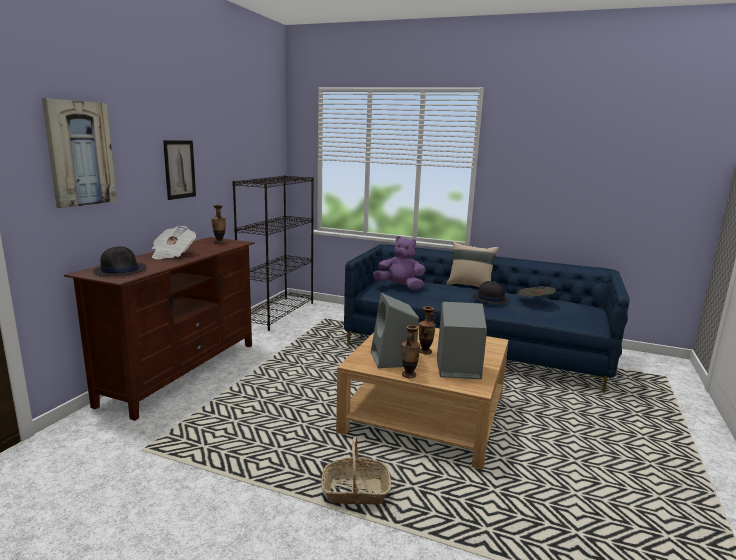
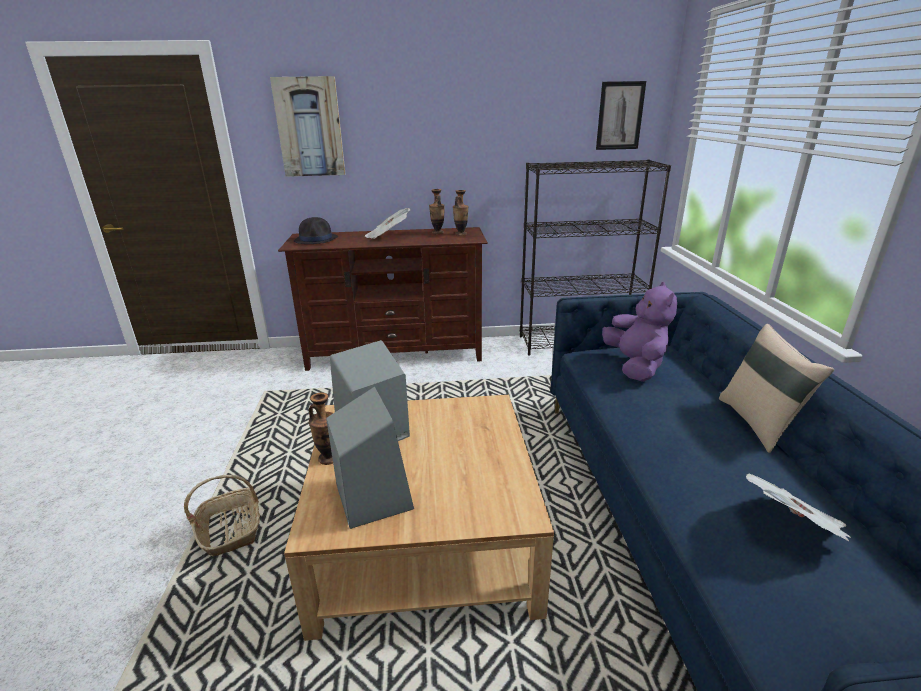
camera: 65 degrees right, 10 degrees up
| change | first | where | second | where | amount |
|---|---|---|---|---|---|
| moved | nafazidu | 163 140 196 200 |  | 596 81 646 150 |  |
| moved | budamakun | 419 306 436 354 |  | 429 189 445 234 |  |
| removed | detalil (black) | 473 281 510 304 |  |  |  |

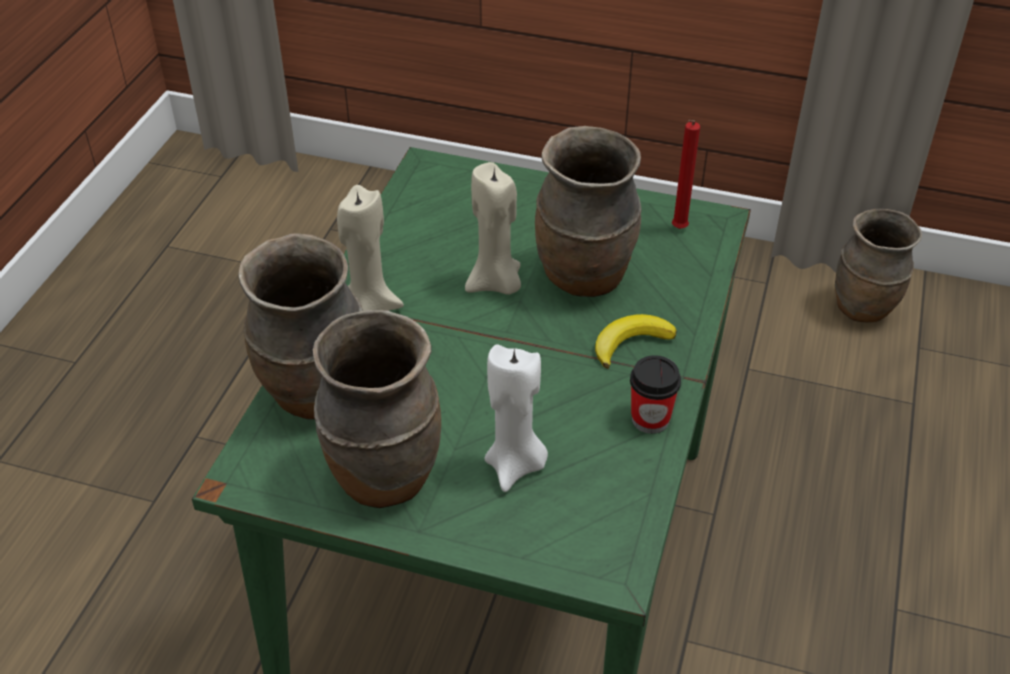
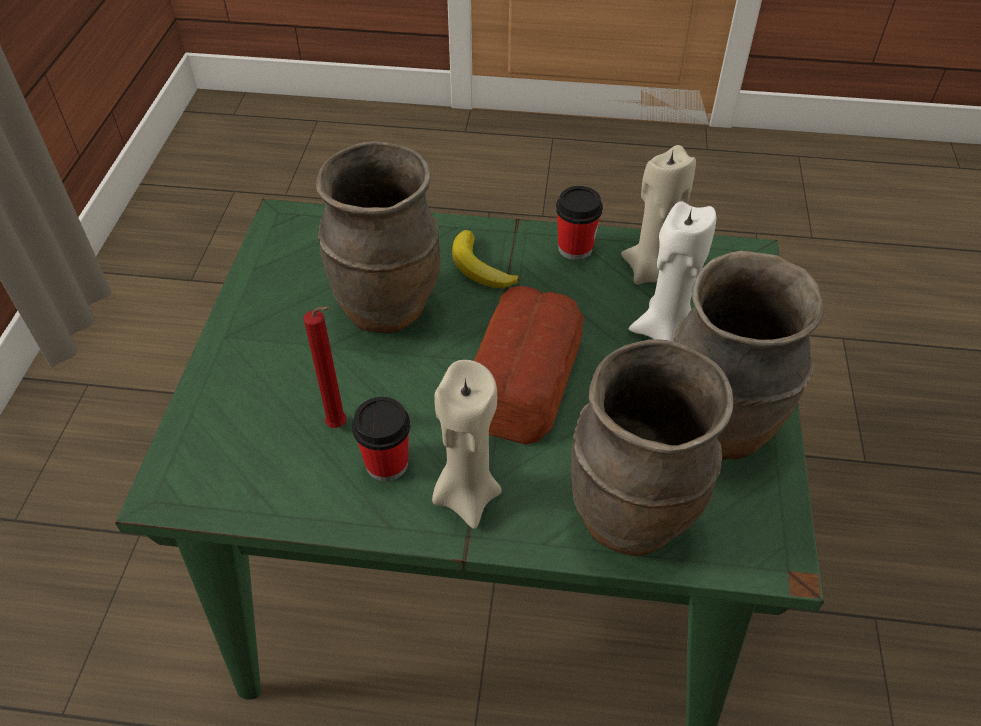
camera: 100 degrees left, 5 degrees up
| change | first | where | second | where | amount |
|---|---|---|---|---|---|
| moved | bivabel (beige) | 465 162 521 295 |  | 621 145 696 285 |  |
| moved | bivabel (red) | 672 120 700 229 |  | 303 306 347 428 |  |
| removed | budamakun (brown) | 835 209 922 323 |  |  |  |
| added |  |  | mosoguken | 352 397 410 481 |  |
| added |  |  | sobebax | 474 286 584 445 |  |

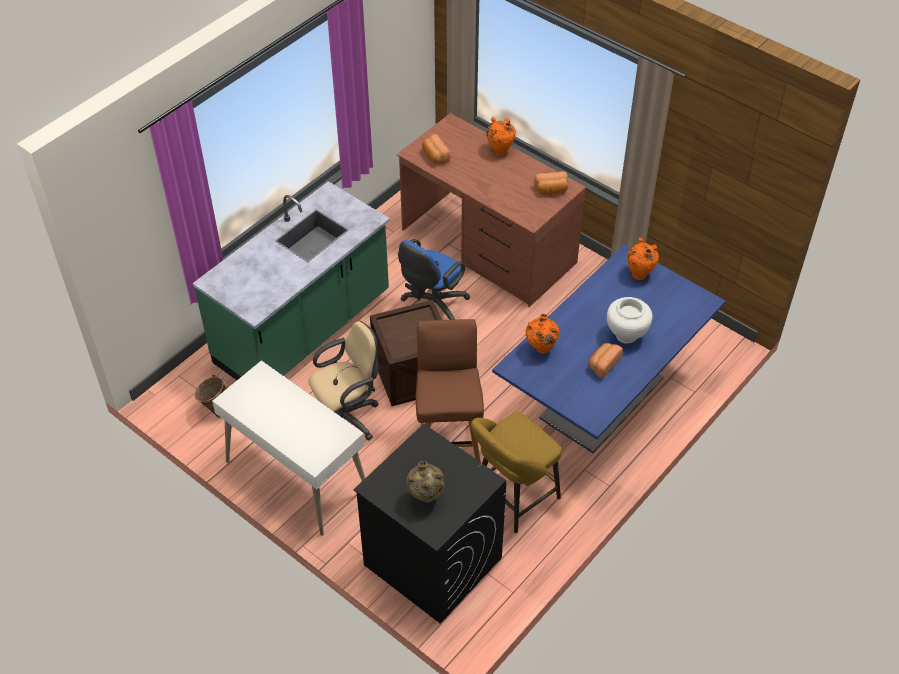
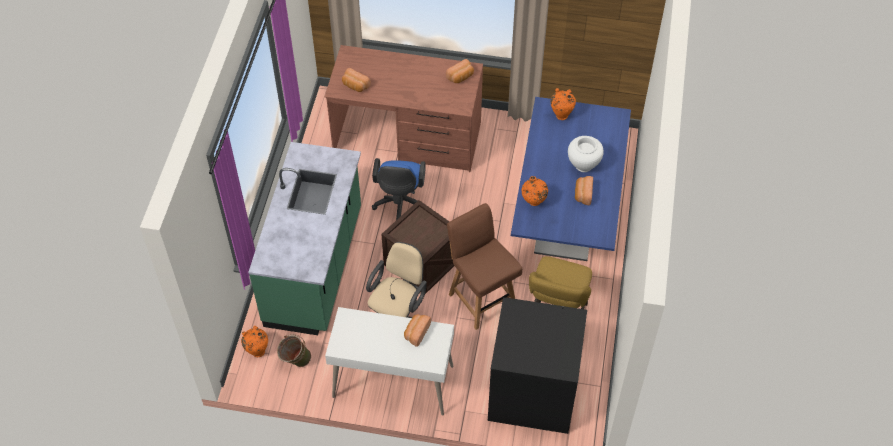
camera: 30 degrees left, 5 degrees up
| change | first | where | second | where | amount |
|---|---|---|---|---|---|
| removed | budamakun (beige) | 406 461 444 503 |  |  |  |
| moved | budamakun (orange) | 487 117 516 156 |  | 241 326 268 357 |  |
| added |  |  | sobebax | 404 314 431 347 |  |

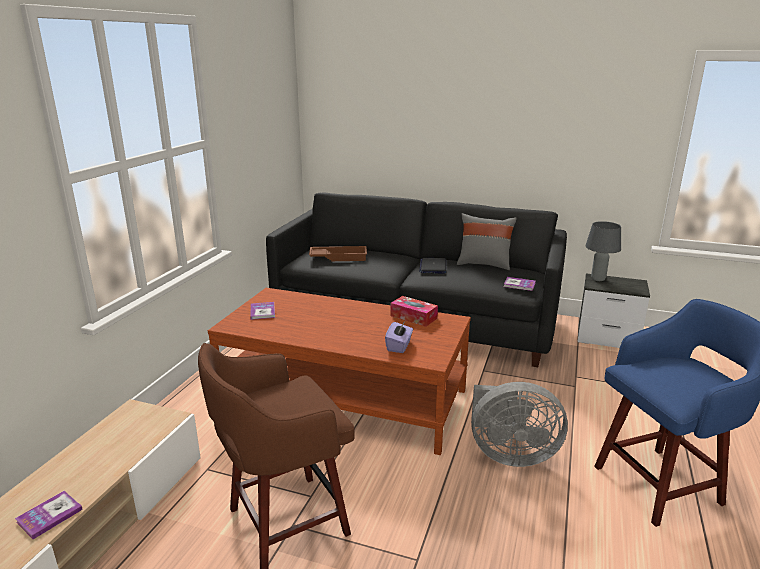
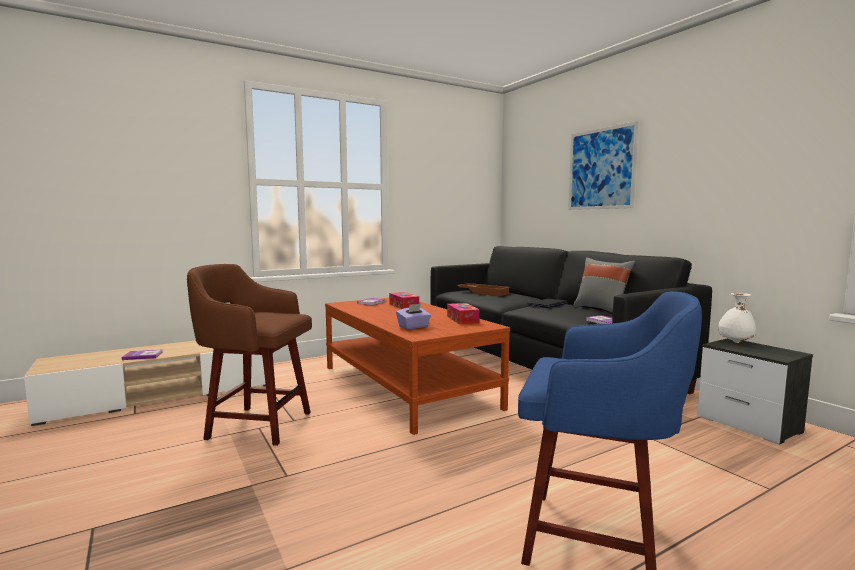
camera: 40 degrees right, 15 degrees down
| change | first | where | second | where | amount |
|---|---|---|---|---|---|
| removed | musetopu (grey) | 471 382 568 467 |  |  |  |
| replaced | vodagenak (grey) | 585 221 621 281 | budamakun (white) | 718 293 756 343 |  |
| added |  |  | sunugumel | 389 292 419 309 |  |
| added |  |  | nafazidu | 568 121 639 210 |  |

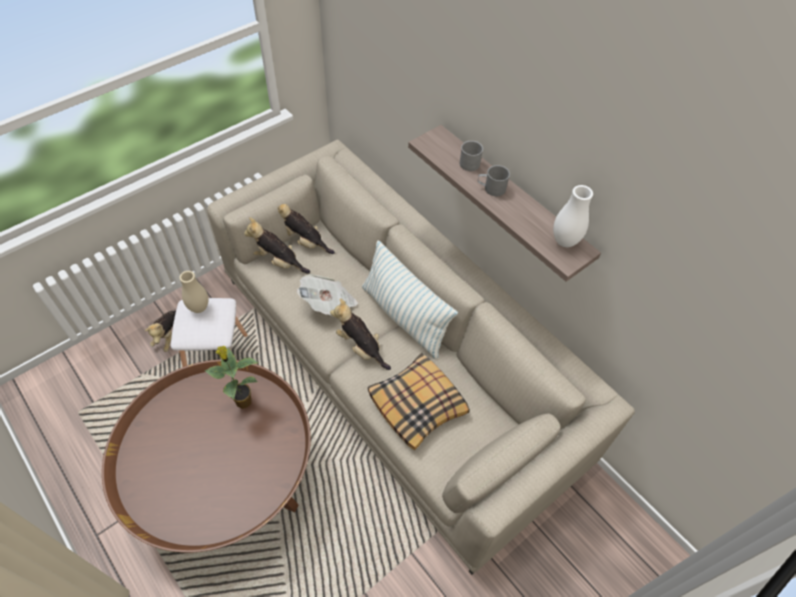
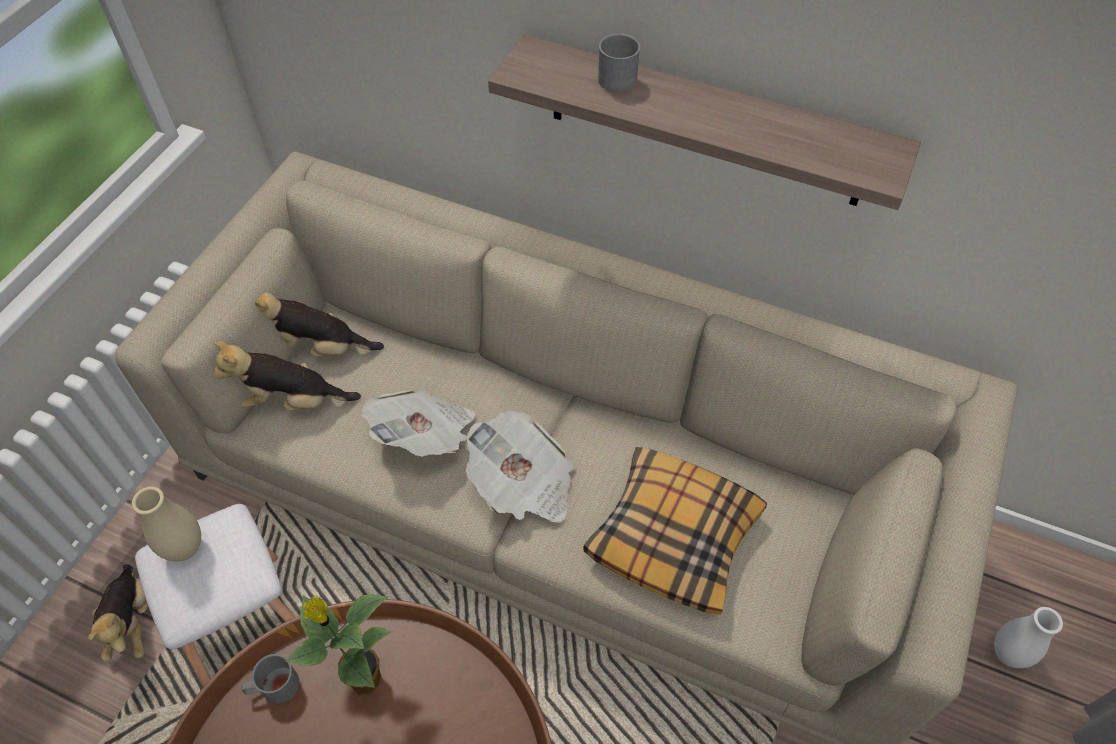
camera: 25 degrees left, 0 degrees up
| change | first | where | second | where | amount |
|---|---|---|---|---|---|
| replaced | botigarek | 330 298 391 370 | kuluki | 466 411 574 523 |  |
| removed | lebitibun | 362 241 458 359 |  |  |  |
| moved | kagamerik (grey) | 478 165 510 196 |  | 241 654 299 704 |  |
| moved | budamakun (white) | 553 185 593 247 |  | 994 607 1063 668 |  |

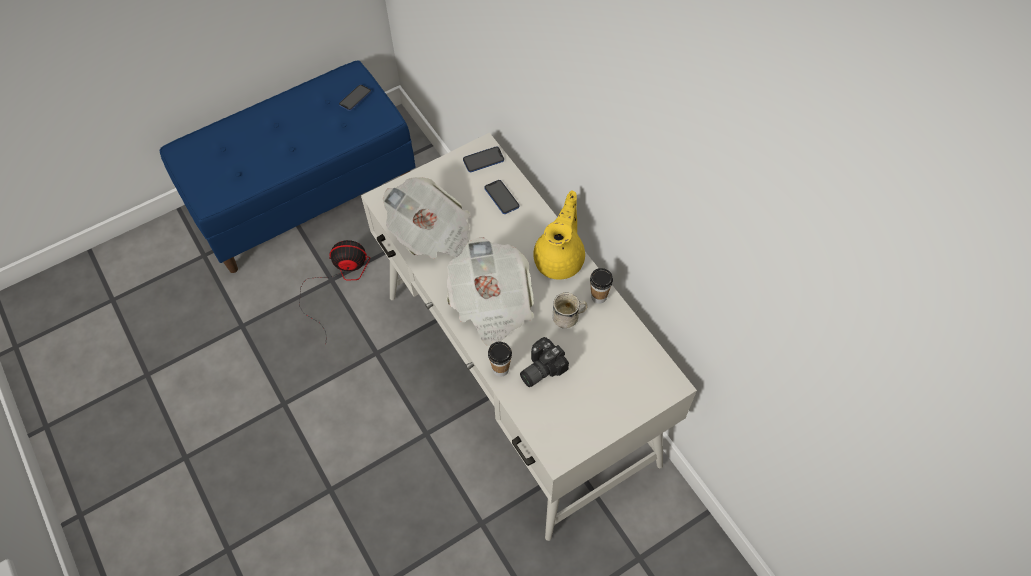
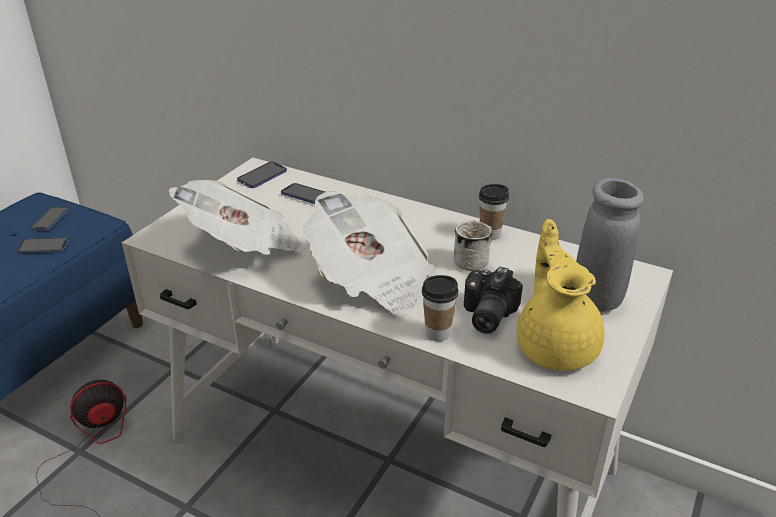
camera: 30 degrees left, 25 degrees down
| change | first | where | second | where | amount |
|---|---|---|---|---|---|
| moved | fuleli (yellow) | 533 190 585 279 |  | 517 219 605 371 |  |
| added |  |  | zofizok | 18 237 69 254 |  |
| added |  |  | budamakun (grey) | 576 178 644 312 |  |

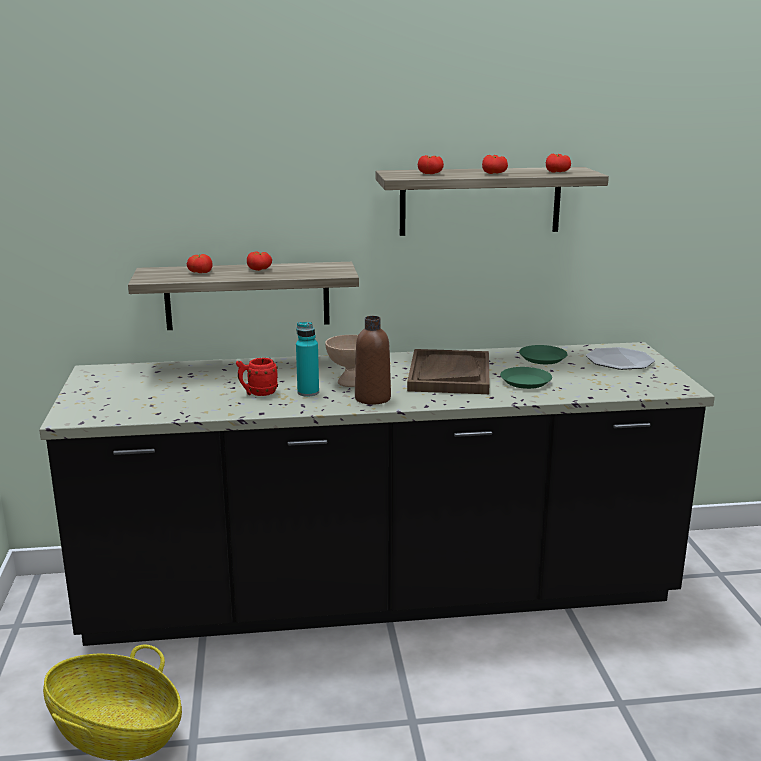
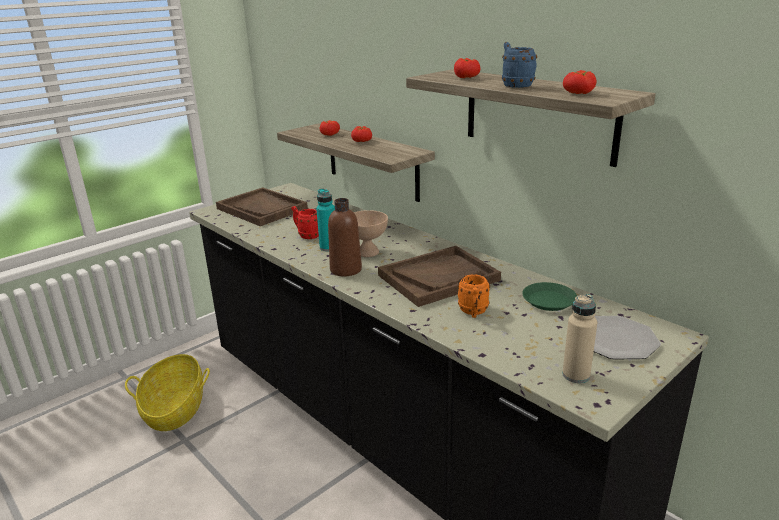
camera: 55 degrees right, 5 degrees up
| change | first | where | second | where | amount |
|---|---|---|---|---|---|
| replaced | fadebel | 482 155 508 174 | kagamerik (blue) | 502 42 537 88 |  |
| replaced | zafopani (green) | 500 367 552 389 | kagamerik (orange) | 458 274 490 318 |  |
| added |  |  | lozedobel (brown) | 216 187 308 226 |  |
| added |  |  | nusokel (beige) | 562 294 597 383 |  |

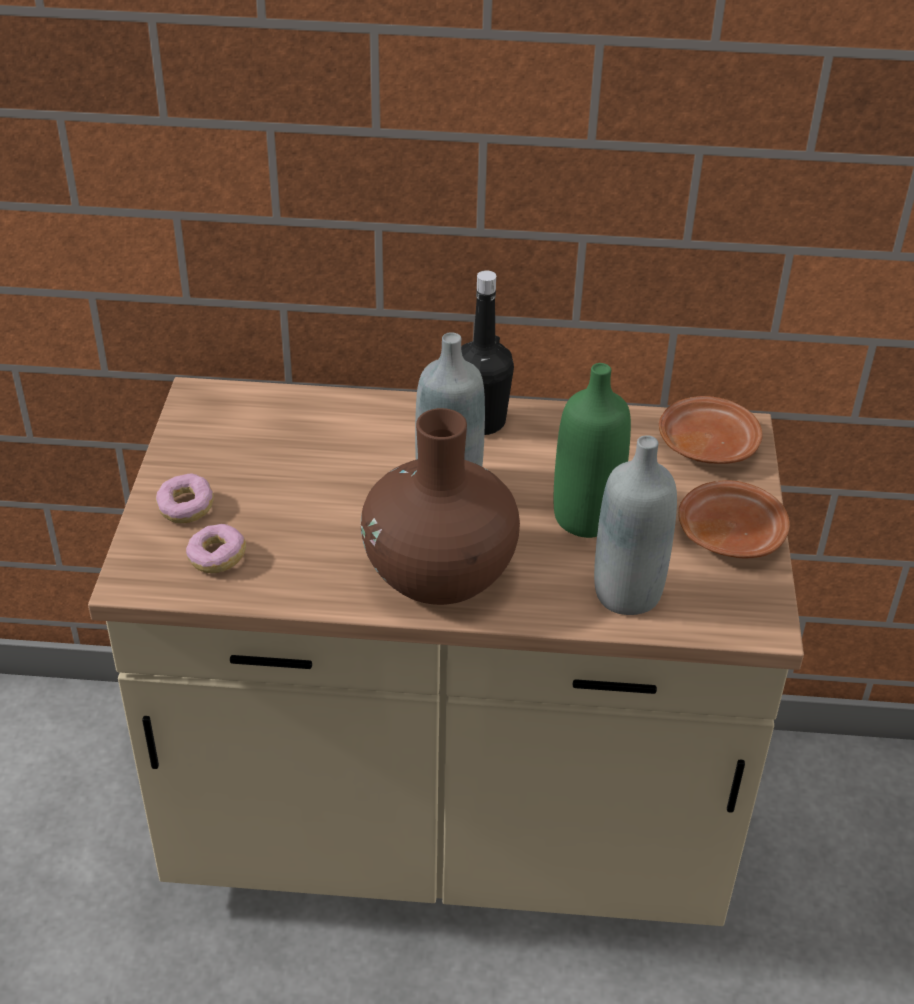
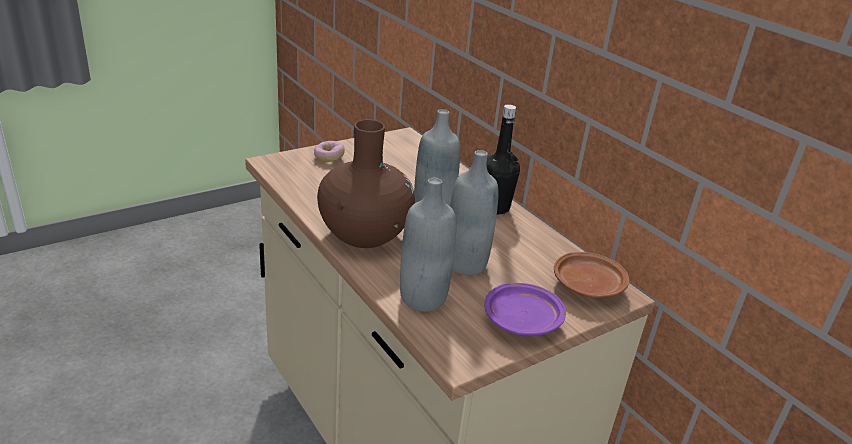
camera: 50 degrees right, 10 degrees down
| change | first | where | second | where | amount |
|---|---|---|---|---|---|
| removed | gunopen | 186 524 246 573 |  |  |  |
| recoloured | nusokel (green) | 554 363 631 538 | nusokel (grey) | 450 150 498 275 |  |
| recoloured | zafopani (brown) | 678 480 790 559 | zafopani (purple) | 484 283 566 336 |  |

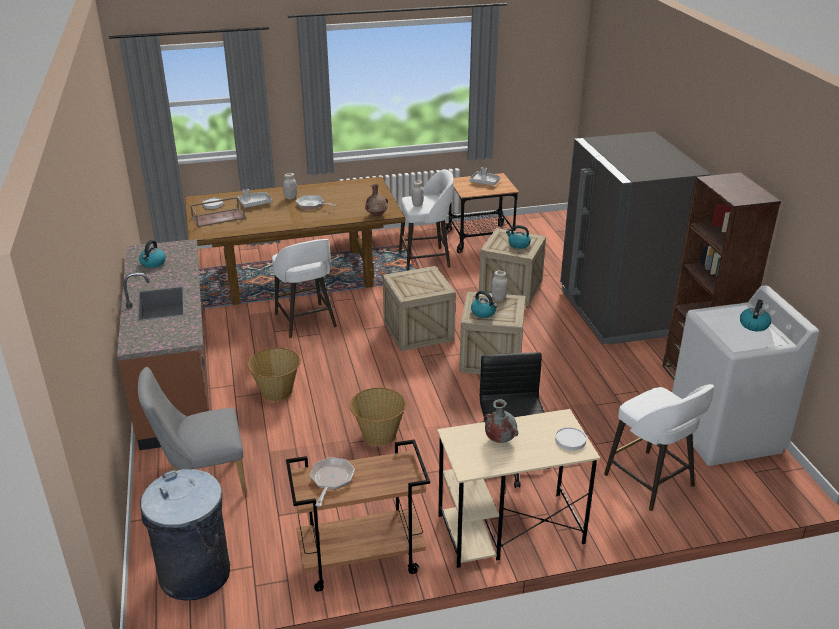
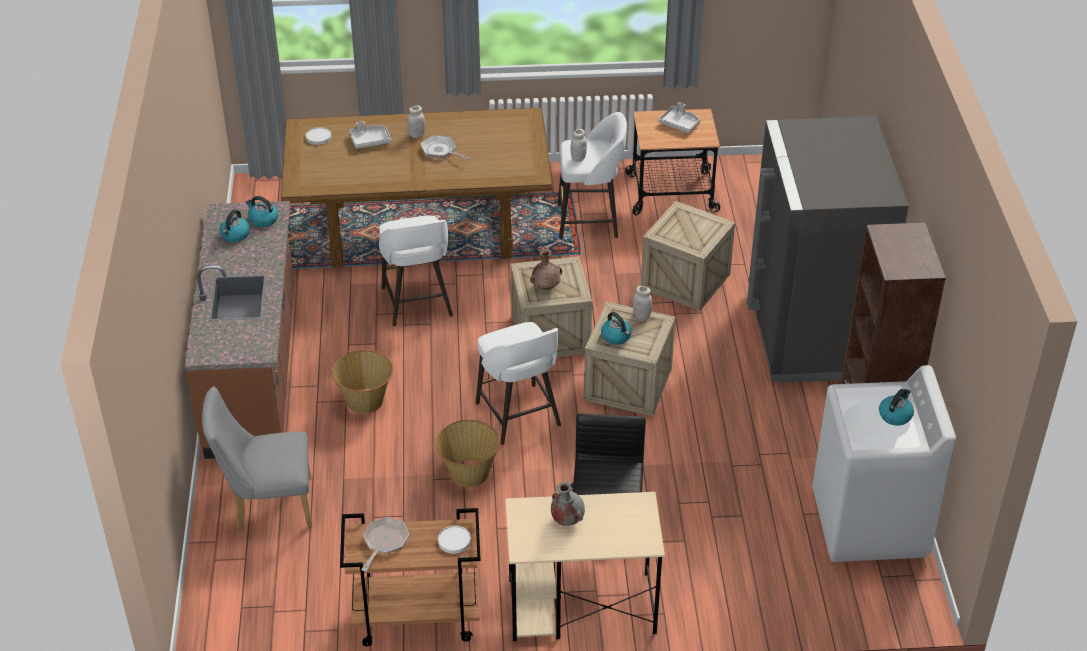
camera: 10 degrees right, 10 degrees up
| change | first | where | second | where | amount |
|---|---|---|---|---|---|
| removed | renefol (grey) | 140 469 230 601 |  |  |  |
| removed | lozedobel (brown) | 190 197 245 227 |  |  |  |
| moved | budamakun (brown) | 365 184 388 216 |  | 530 250 562 290 |  |
| moved | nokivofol | 506 225 531 249 |  | 246 196 278 227 |  |
| moved | zafopani (white) | 555 427 586 451 |  | 438 526 471 554 |  |
| moved | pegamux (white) | 604 384 714 511 |  | 476 322 561 445 |  |

